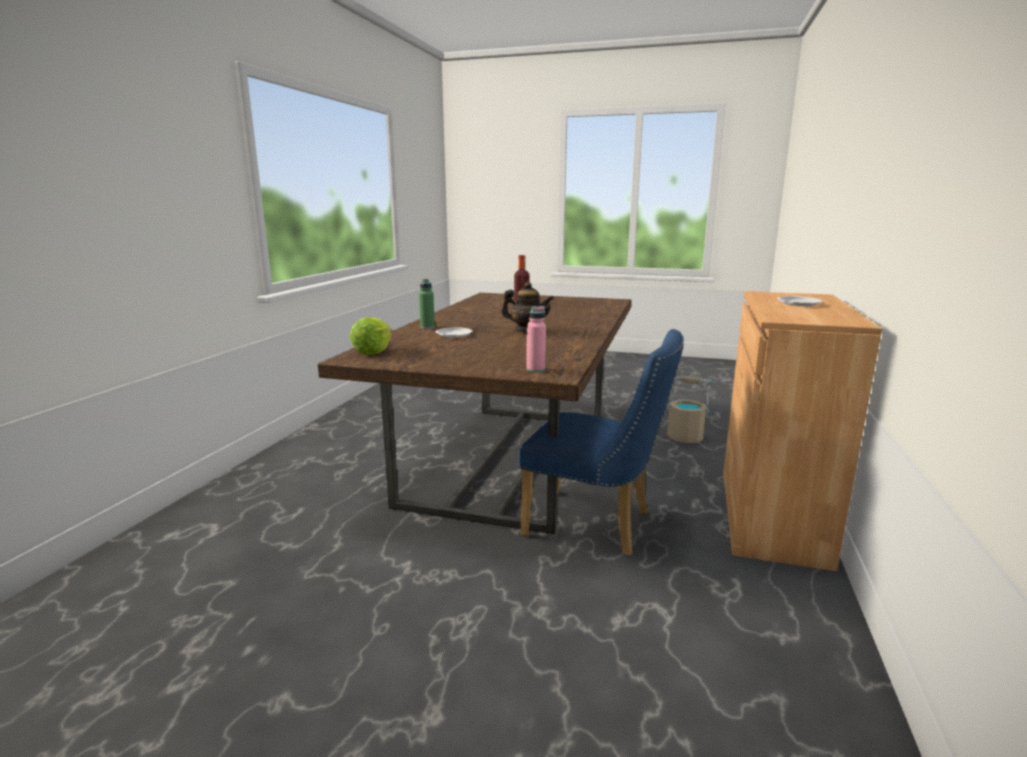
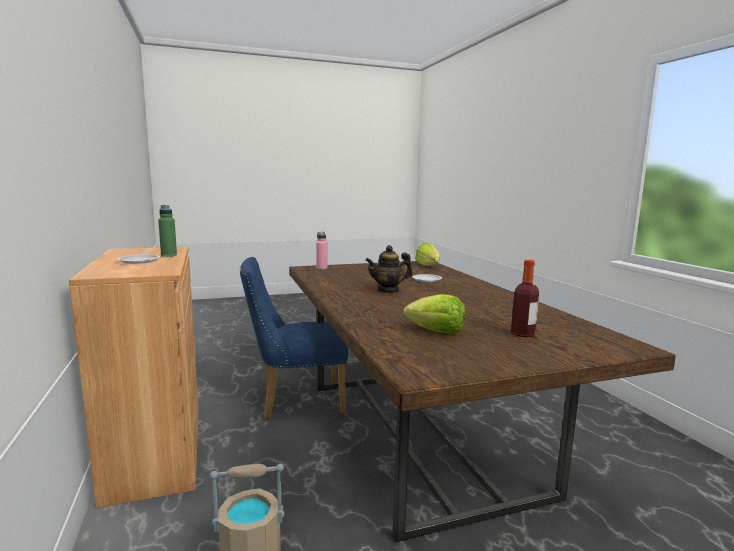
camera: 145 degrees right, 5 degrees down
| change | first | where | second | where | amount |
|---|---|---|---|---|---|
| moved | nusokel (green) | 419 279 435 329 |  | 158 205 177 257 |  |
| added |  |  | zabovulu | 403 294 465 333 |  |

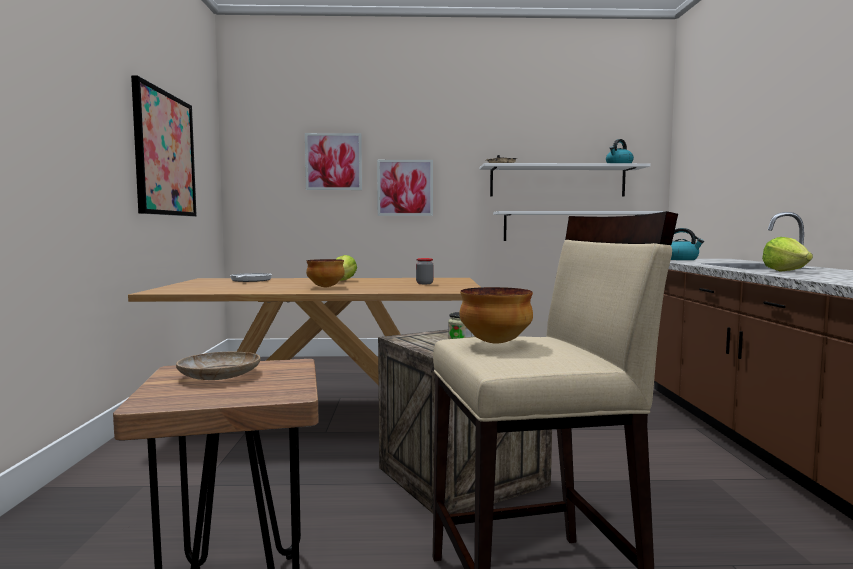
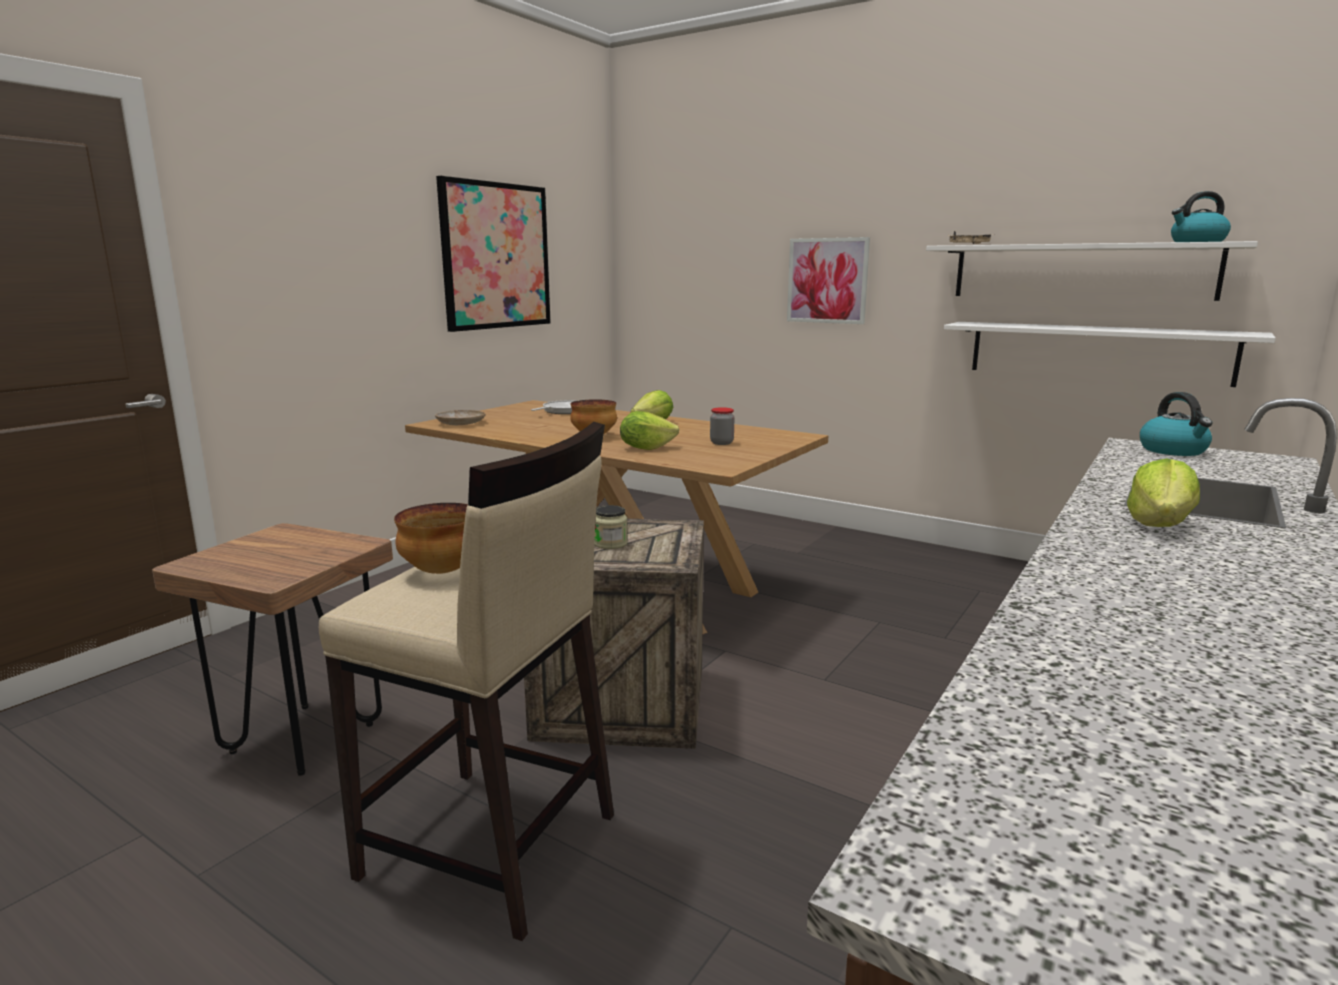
camera: 35 degrees right, 10 degrees up
| change | first | where | second | where | amount |
|---|---|---|---|---|---|
| moved | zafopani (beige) | 176 352 261 380 |  | 435 410 485 425 |  |
| removed | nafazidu | 305 133 362 190 |  |  |  |
| added |  |  | zabovulu | 620 411 679 450 |  |

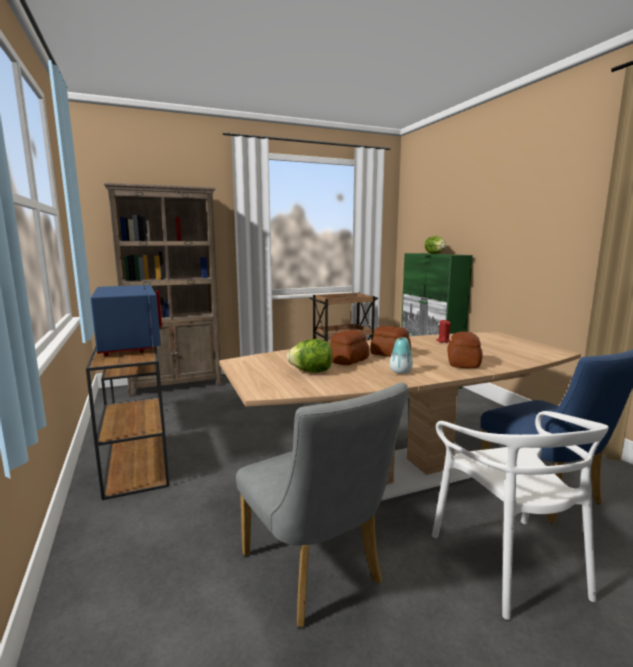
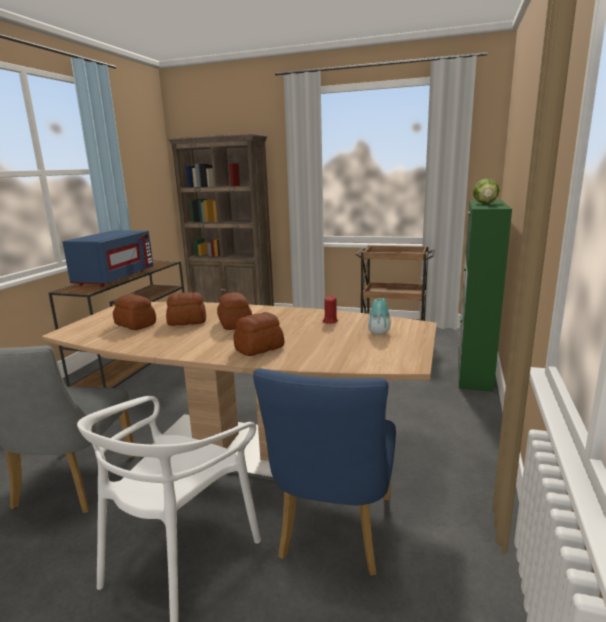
camera: 40 degrees right, 5 degrees up
| change | first | where | second | where | amount |
|---|---|---|---|---|---|
| replaced | zabovulu | 287 339 333 373 | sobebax | 113 294 156 330 |  |
| moved | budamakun | 390 337 413 374 |  | 368 298 391 334 |  |

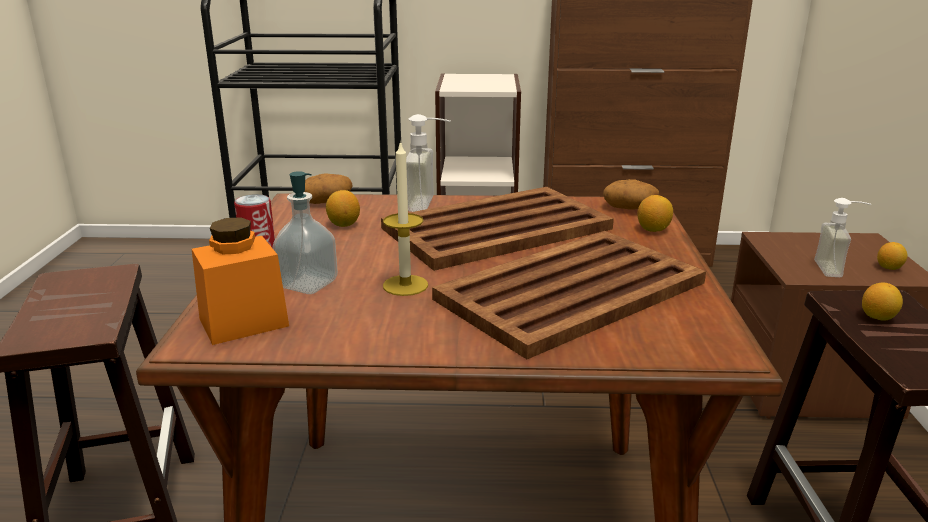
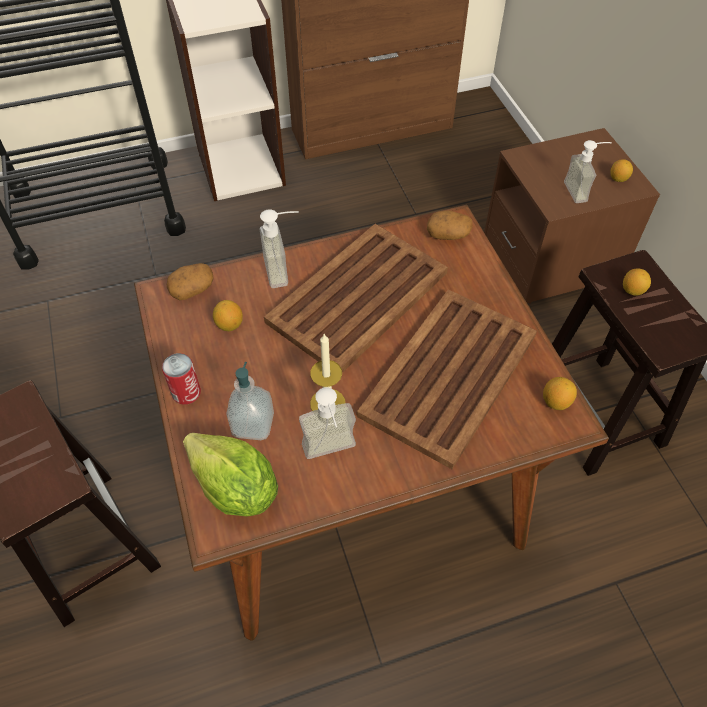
camera: 20 degrees left, 30 degrees up
| change | first | where | second | where | amount |
|---|---|---|---|---|---|
| replaced | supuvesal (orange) | 192 217 289 345 | zabovulu | 183 433 278 517 |  |
| moved | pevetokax | 637 195 673 232 |  | 543 377 577 410 |  |
| added |  |  | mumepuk | 299 387 356 459 |  |

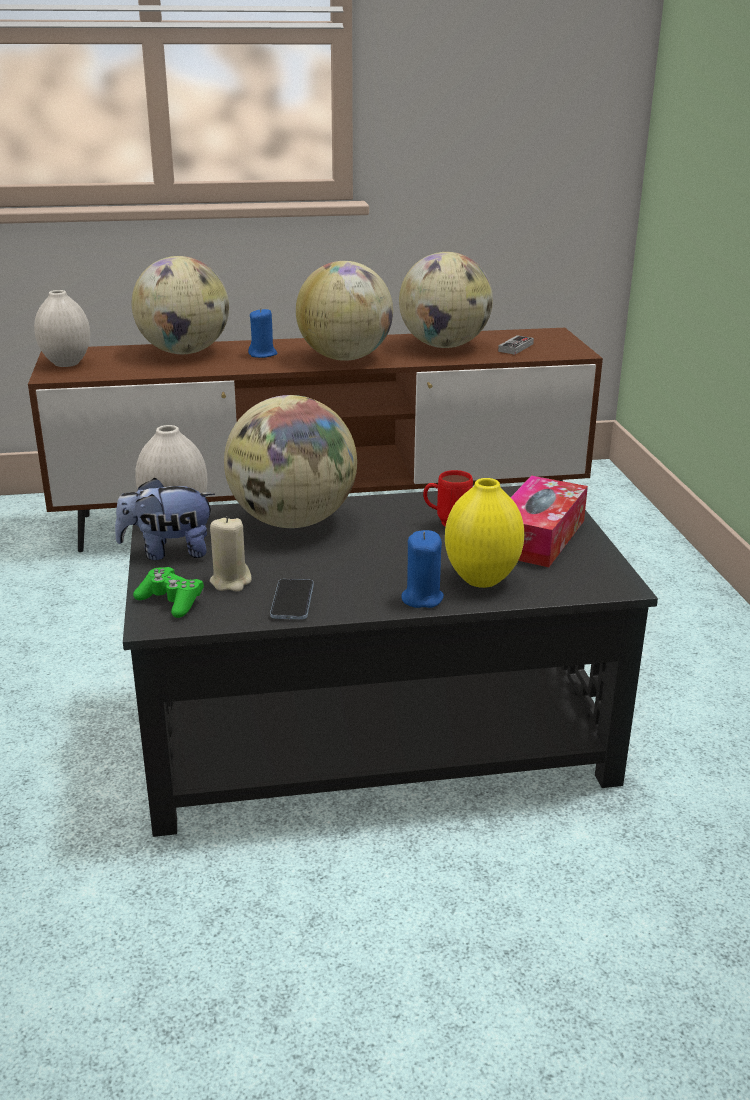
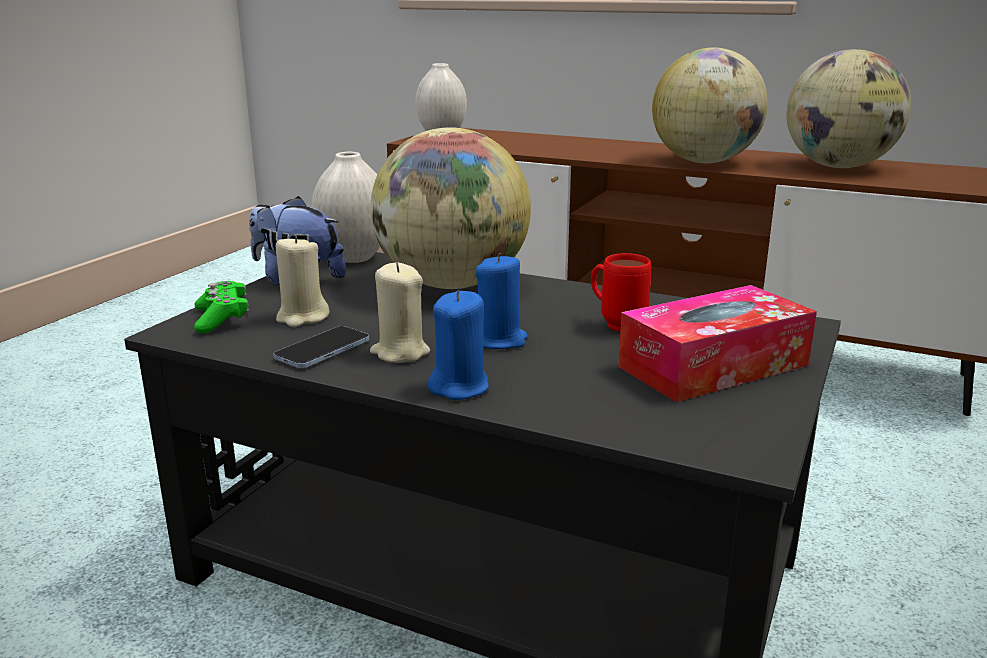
camera: 35 degrees right, 5 degrees down
| change | first | where | second | where | amount |
|---|---|---|---|---|---|
| removed | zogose | 132 256 229 354 |  |  |  |
| moved | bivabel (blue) | 248 308 277 358 |  | 475 253 528 349 |  |
| removed | budamakun (yellow) | 445 478 524 588 |  |  |  |
| removed | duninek | 498 335 534 355 |  |  |  |
| added |  |  | bivabel (beige) | 370 263 430 363 |  |

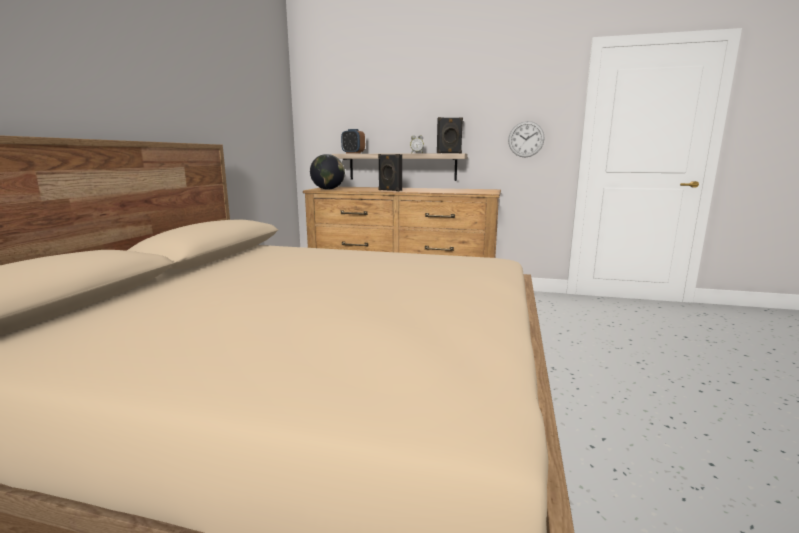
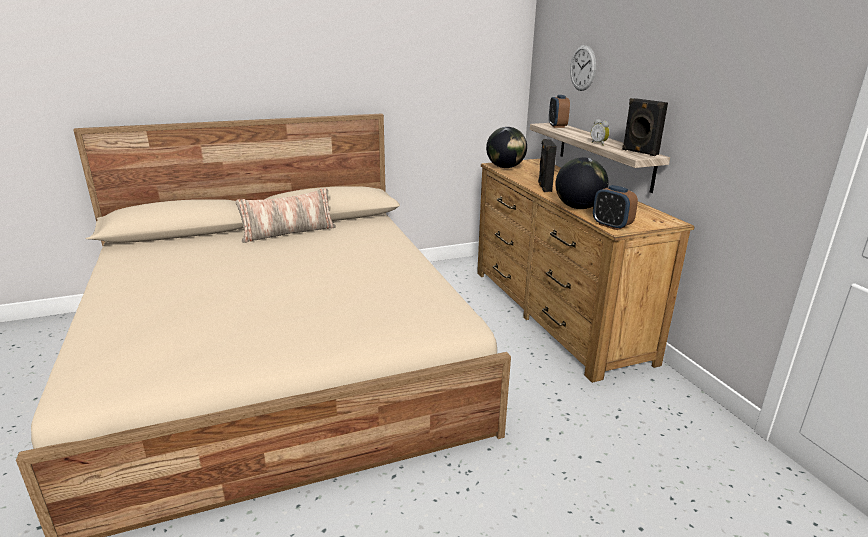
camera: 55 degrees right, 10 degrees up
| change | first | where | second | where | amount |
|---|---|---|---|---|---|
| moved | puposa | 508 121 544 157 |  | 570 45 596 91 |  |
| added |  |  | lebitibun | 236 188 336 243 |  |
| added |  |  | zogose | 556 157 608 209 |  |
| added |  |  | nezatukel | 593 185 638 230 |  |

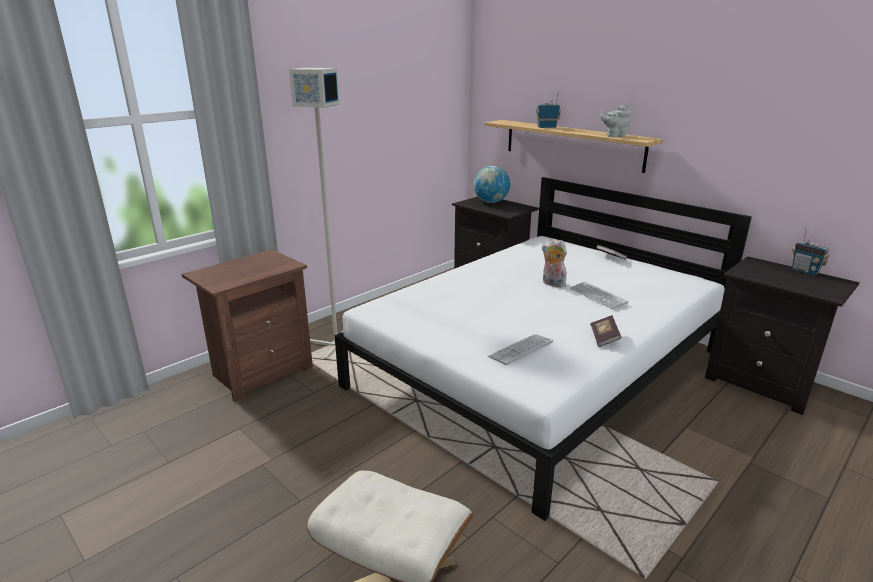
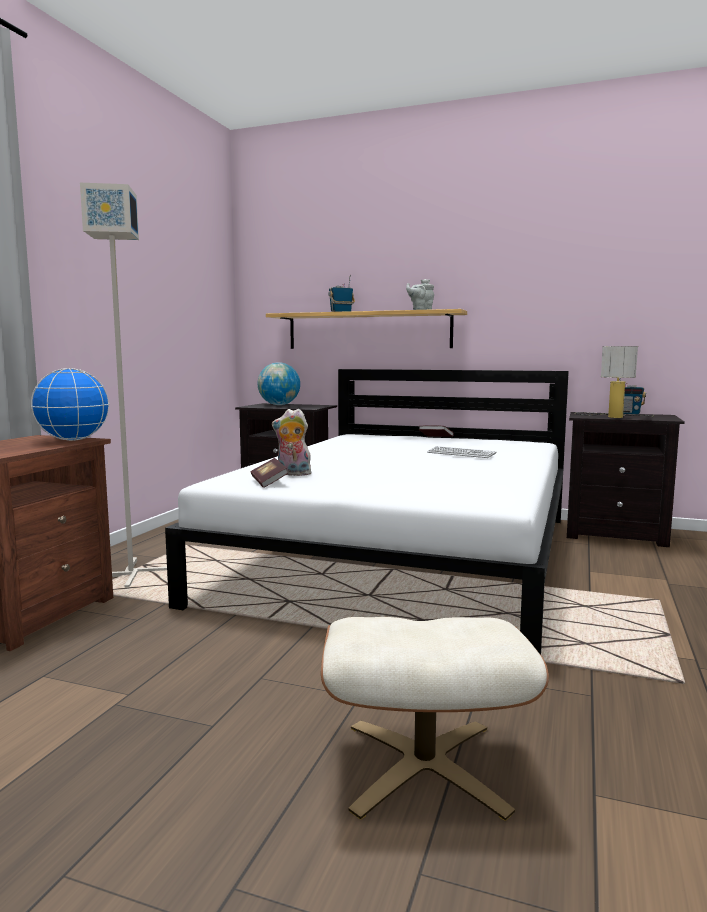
camera: 25 degrees left, 15 degrees down
| change | first | where | second | where | amount |
|---|---|---|---|---|---|
| removed | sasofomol | 488 334 553 365 |  |  |  |
| moved | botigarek | 542 239 569 287 |  | 272 409 315 476 |  |
| moved | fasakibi | 590 315 622 347 |  | 251 458 289 488 |  |
| added |  |  | zogose | 31 368 110 441 |  |
| added |  |  | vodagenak | 575 346 654 418 |  |

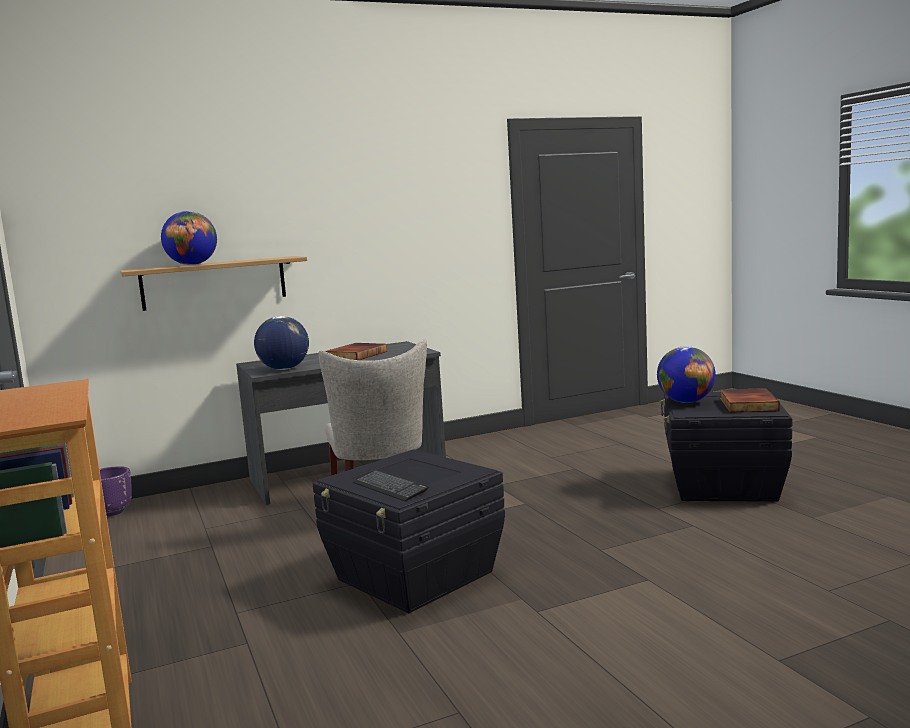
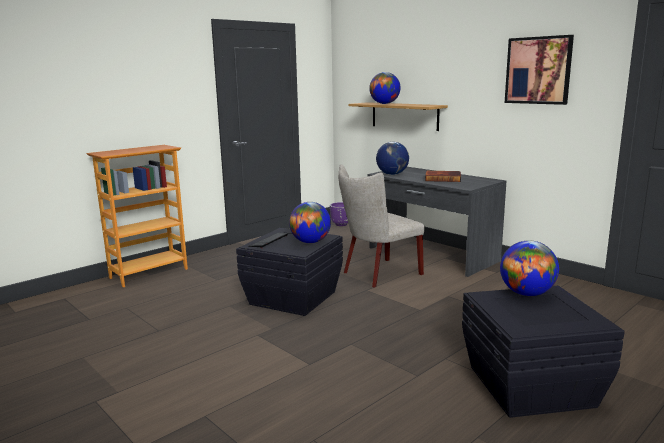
camera: 70 degrees right, 5 degrees up
| change | first | where | second | where | amount |
|---|---|---|---|---|---|
| removed | fasakibi | 720 388 780 412 |  |  |  |
| added |  |  | zogose | 289 202 331 243 |  |
| added |  |  | nafazidu | 505 35 574 105 |  |

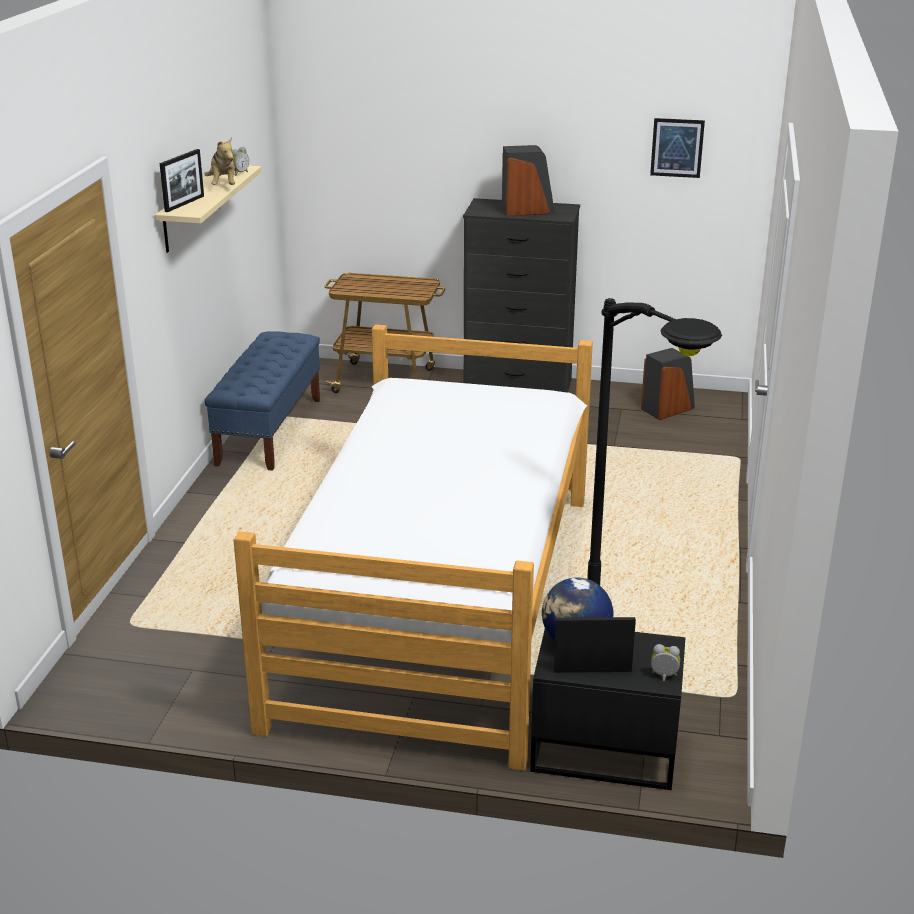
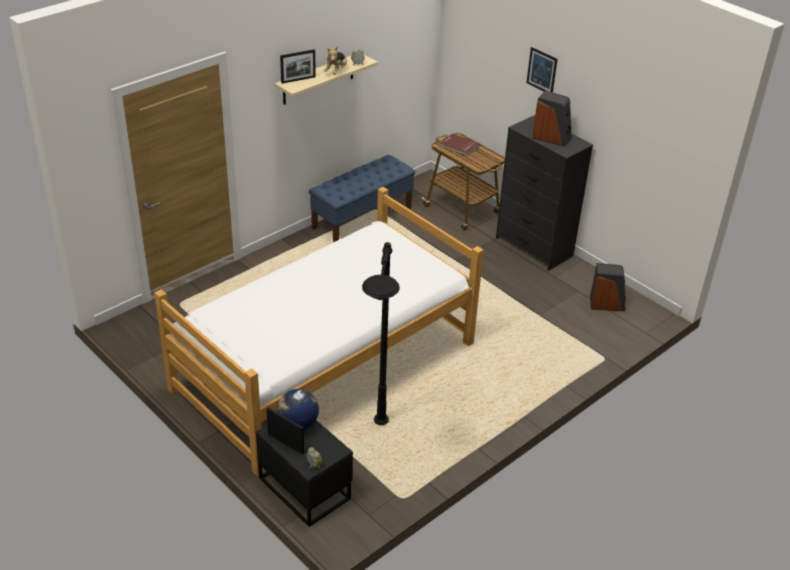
camera: 35 degrees right, 10 degrees up
| change | first | where | second | where | amount |
|---|---|---|---|---|---|
| moved | nafazidu | 650 118 705 178 |  | 526 47 558 93 |  |
| added |  |  | fasakibi (red) | 440 133 480 156 |  |

